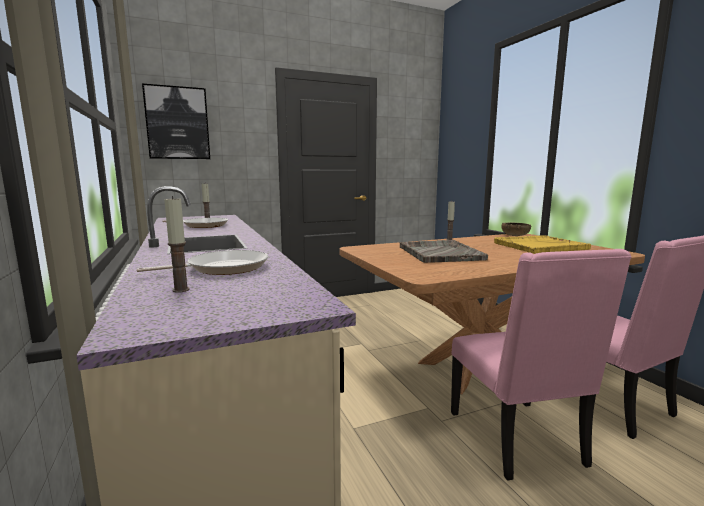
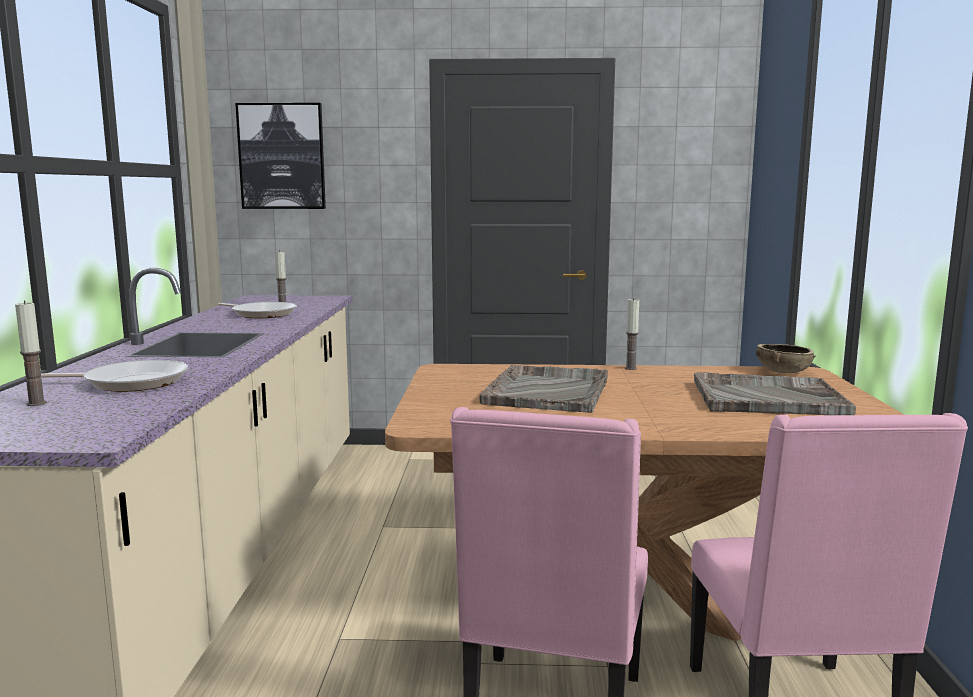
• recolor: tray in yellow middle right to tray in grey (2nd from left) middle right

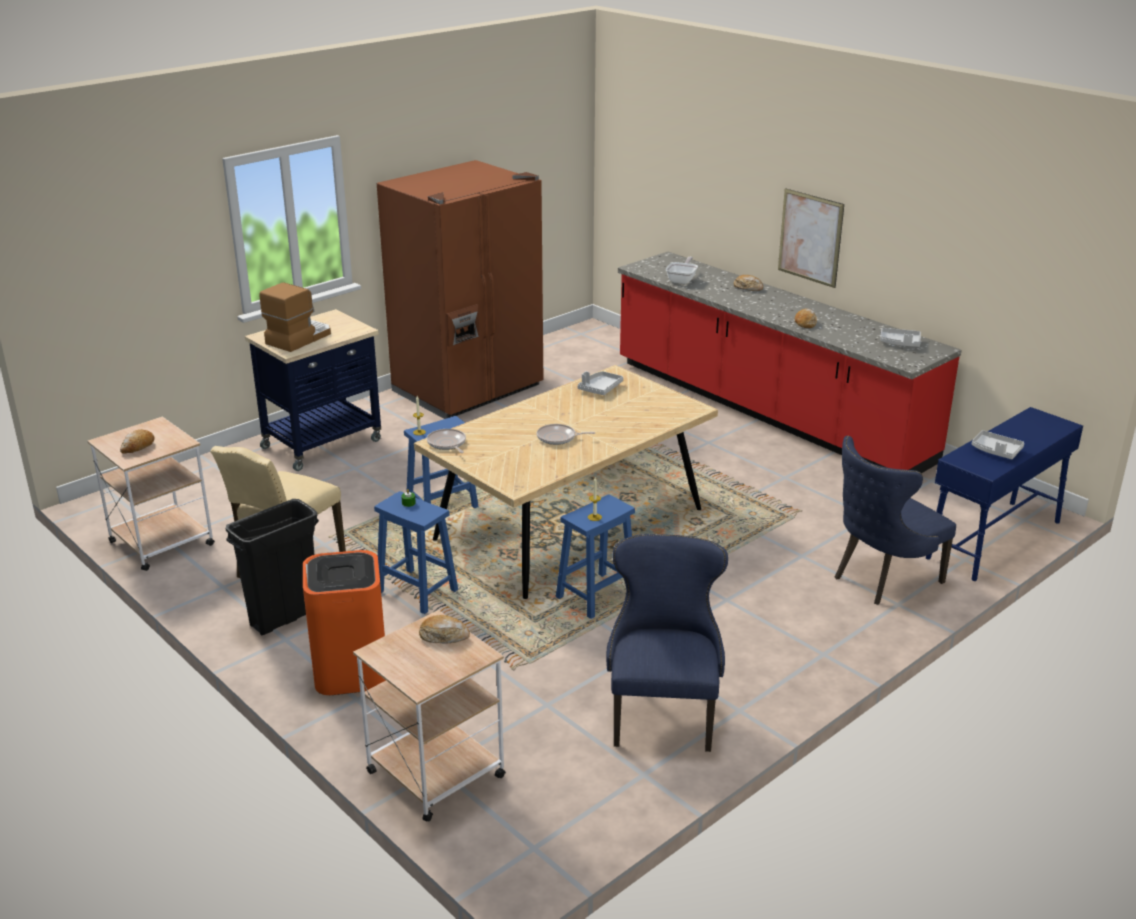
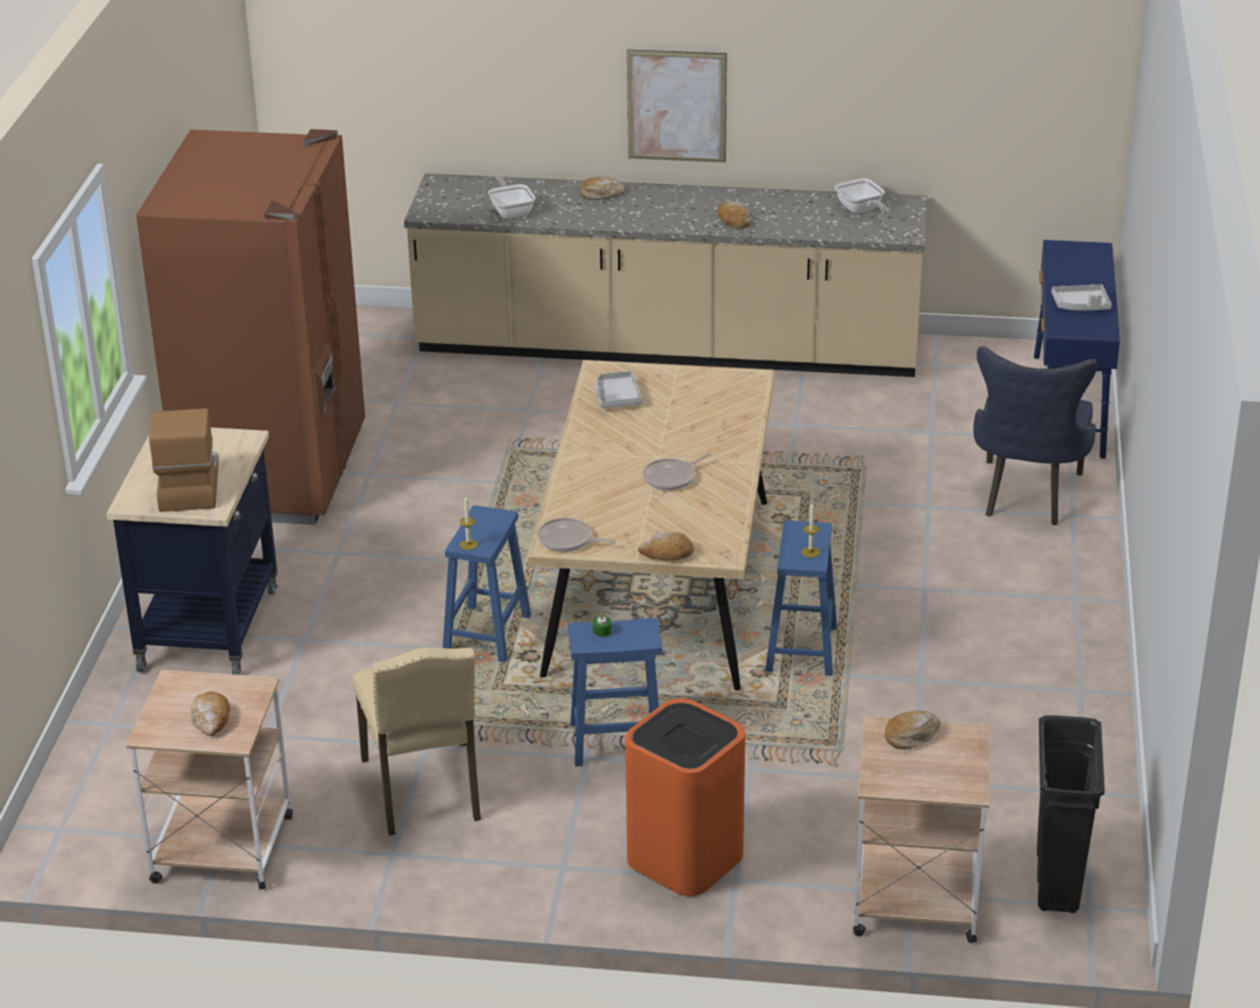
• recolor: counter in red middle right to counter in beige top centre
• insert: bread (3rd from left) centre
• replace: tray in grey (2nd from left) middle right to frying pan (4th from left) top right
• move: trash can in black middle left to bottom right
• delete: chair in blue (1st from left) bottom centre

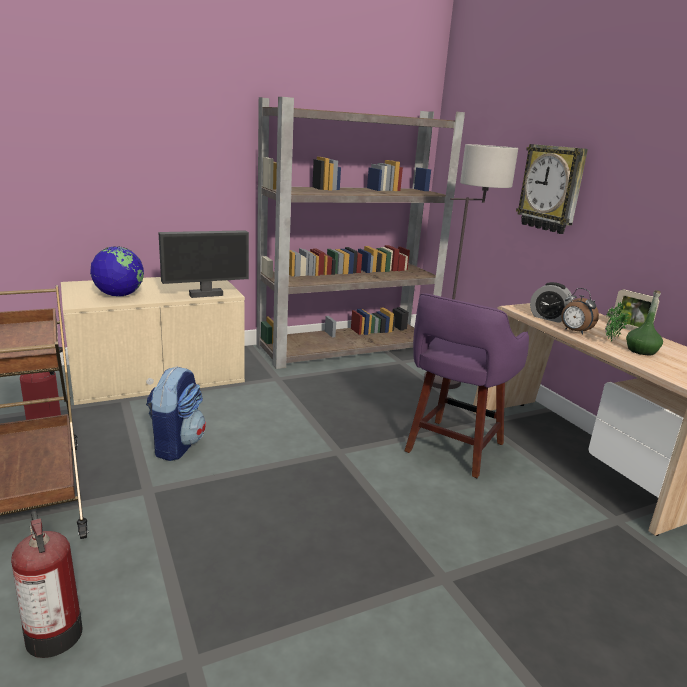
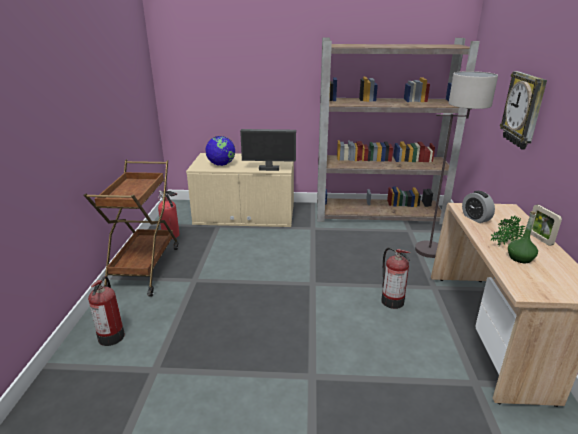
• replace: stool in purple middle right to fire extinguisher (3rd from left) middle right
• delete: backpack middle left
• delete: alarm clock (2nd from left) middle right

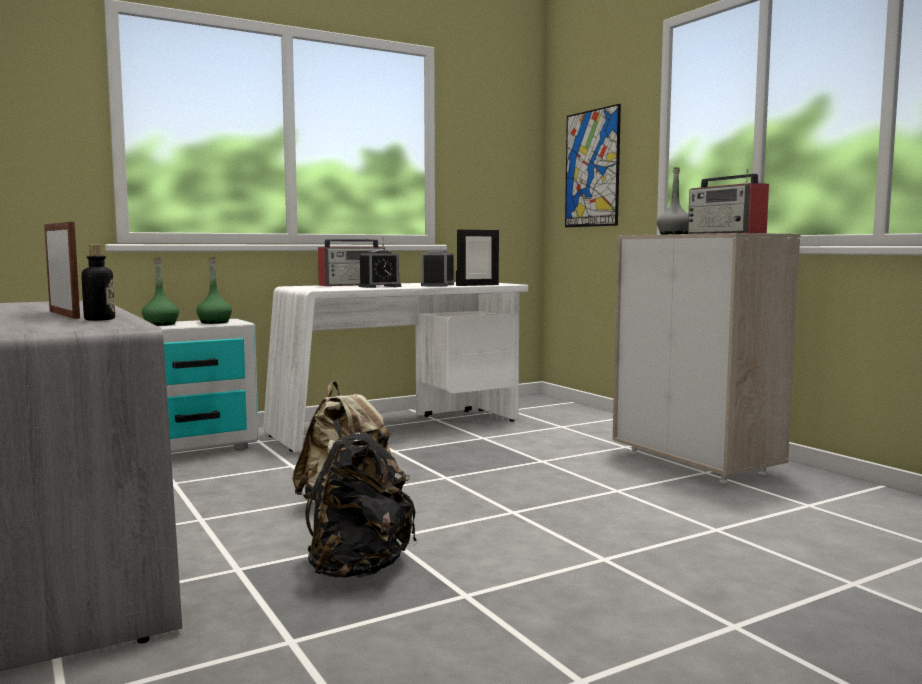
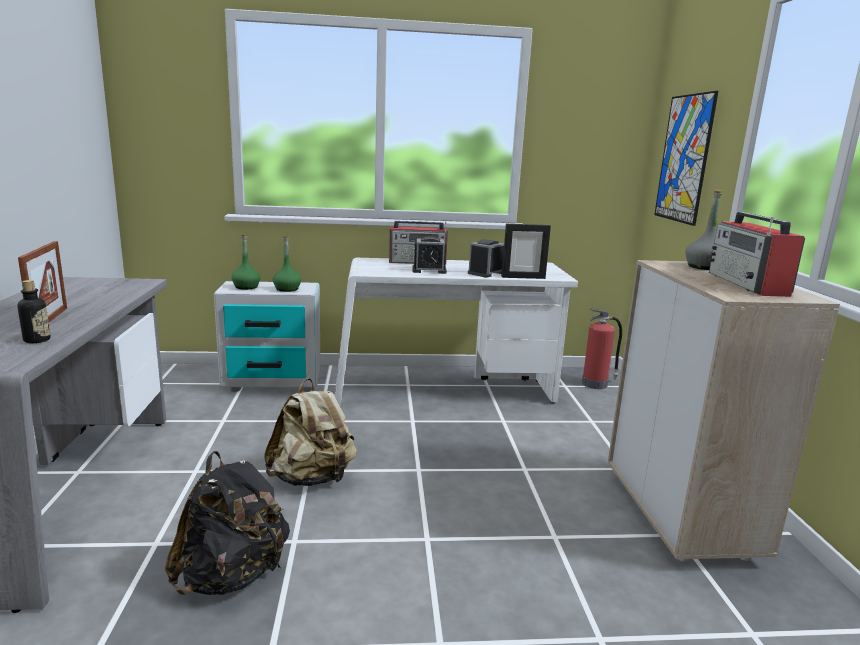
• insert: fire extinguisher middle right

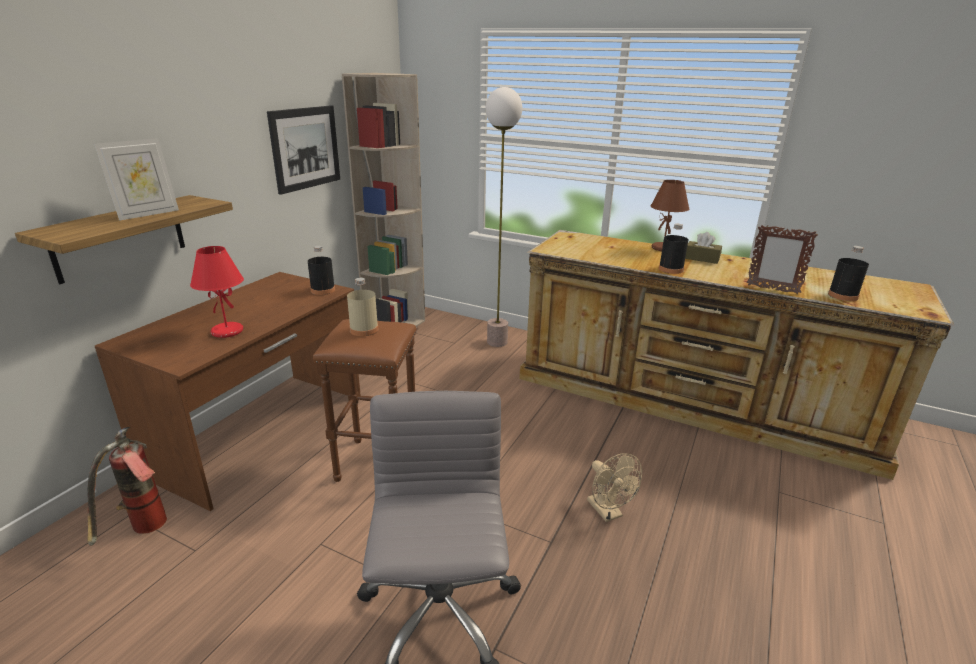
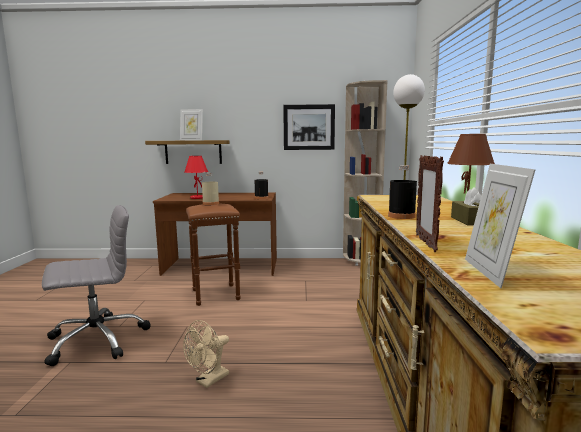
• replace: bottle in black (3rd from left) middle right to picture frame (3rd from left) middle right
• delete: fire extinguisher bottom left

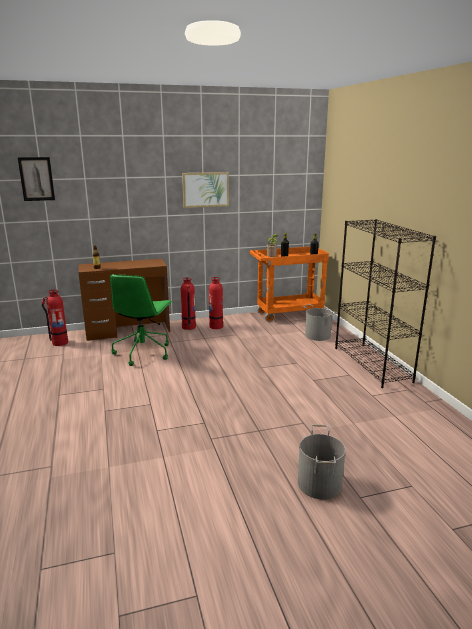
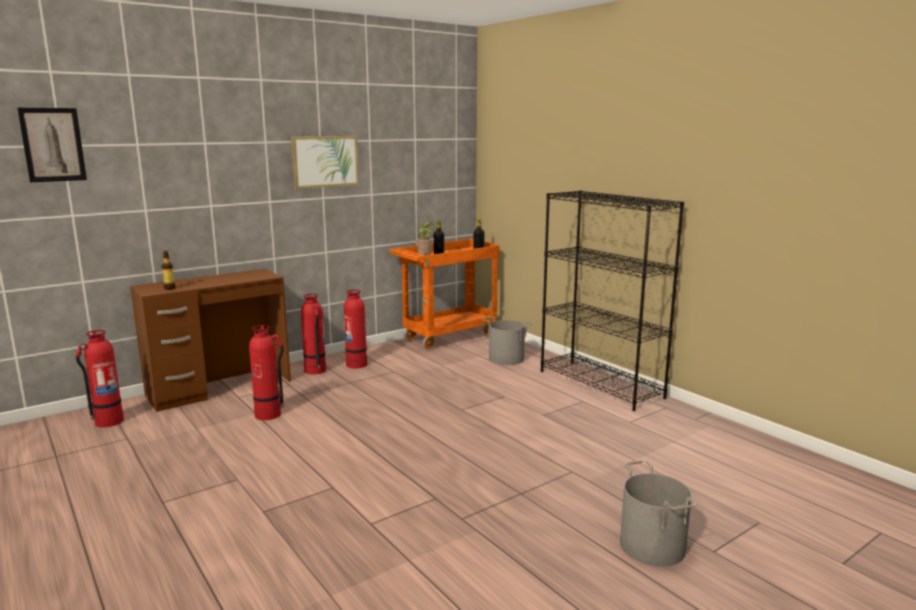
• replace: office chair in green middle left to fire extinguisher (2nd from left) middle left

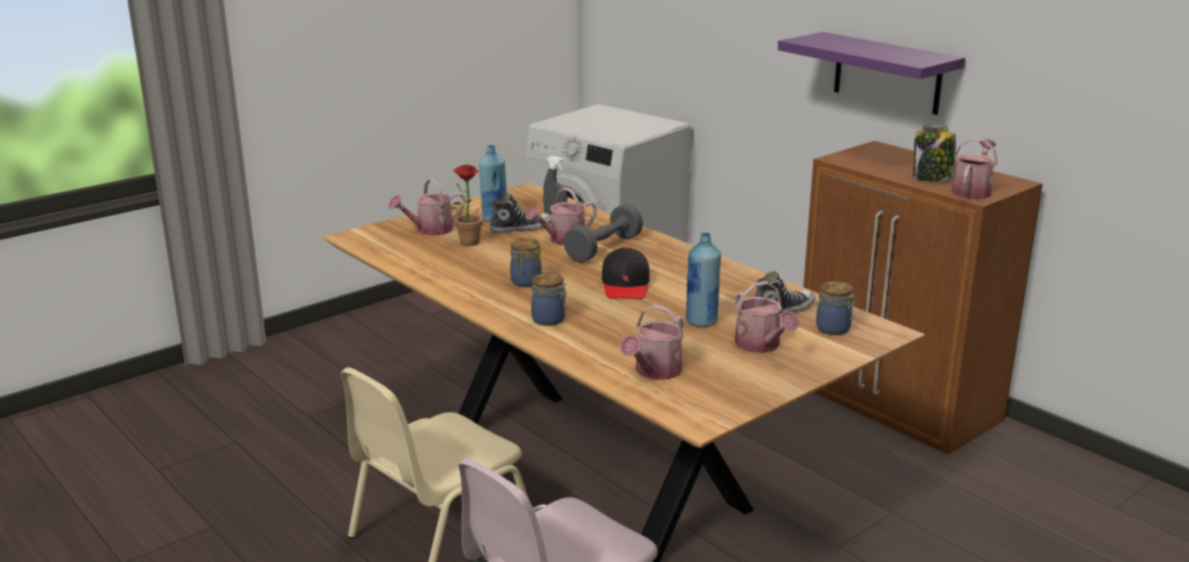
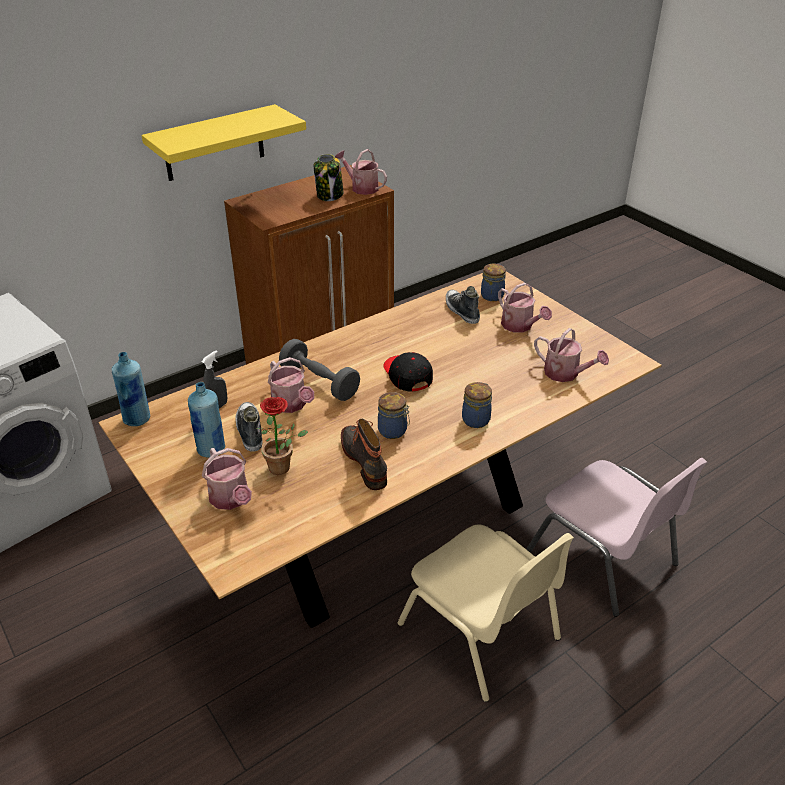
• move: bottle in blue (2nd from left in the first image) centre to bottle in blue (1st from left) middle left
• recolor: shelf in purple top right to shelf in yellow top left
• insert: boot centre
• rotate: cap in black centre = centre 120 degrees counterclockwise
• rotate: watering can (4th from left) centre = middle right 75 degrees clockwise

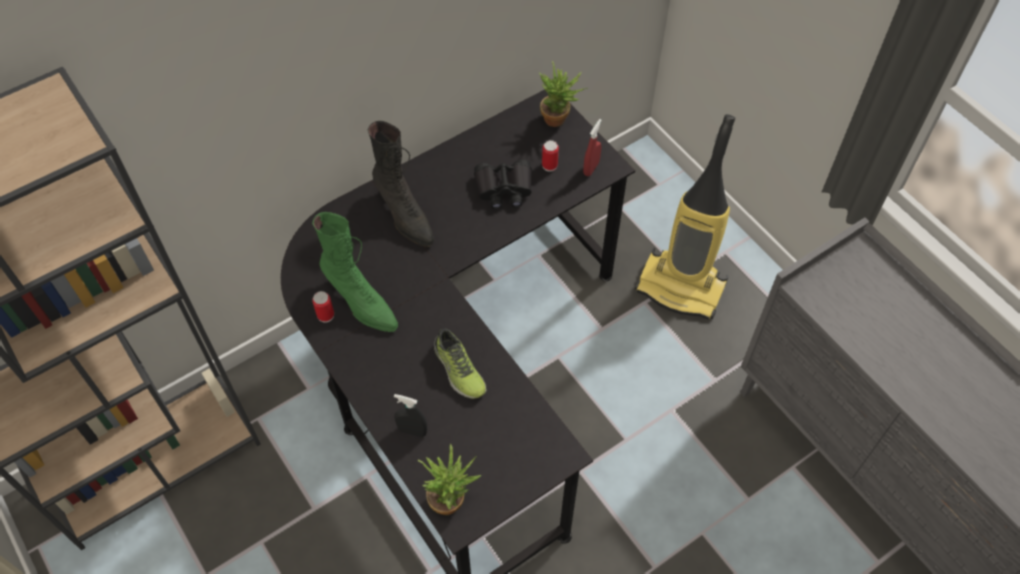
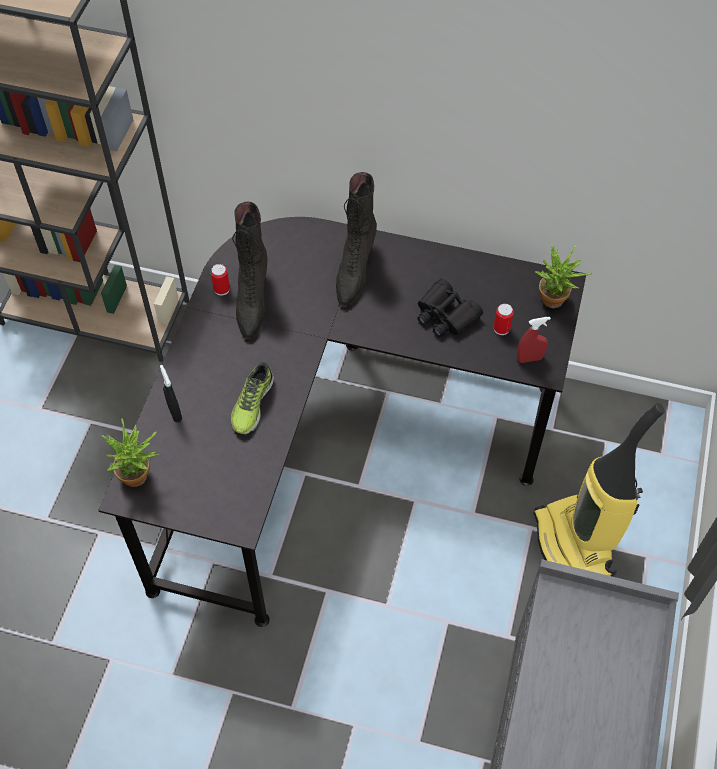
• recolor: boot in green centre to boot in black (1st from left) centre

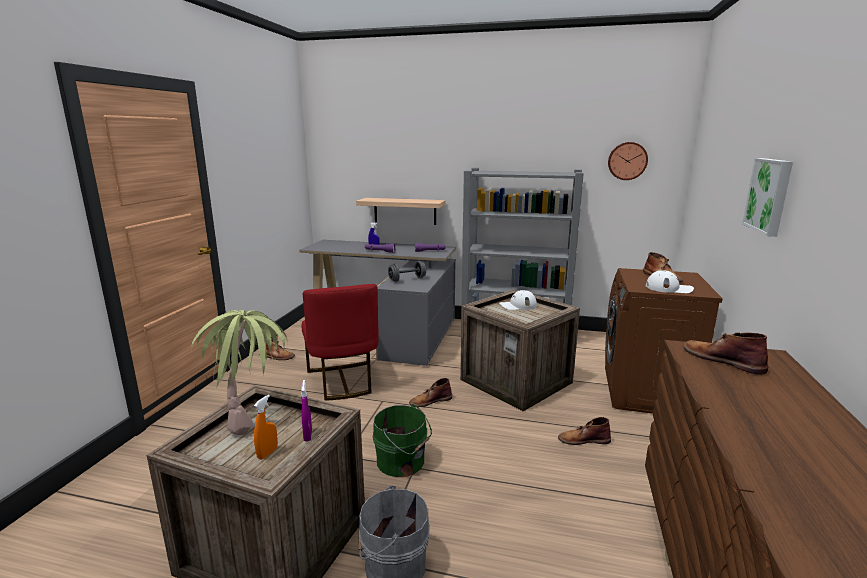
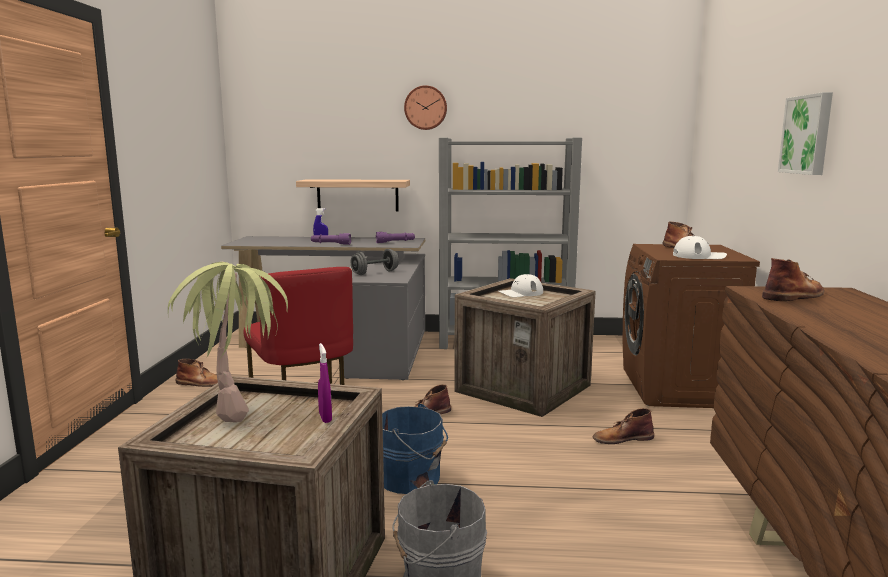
• recolor: bucket in green bottom centre to bucket in blue bottom centre
• move: wall clock top right to top centre
• rotate: boot in brown (5th from left) middle right = middle right 105 degrees clockwise
• delete: spray bottle in orange bottom left

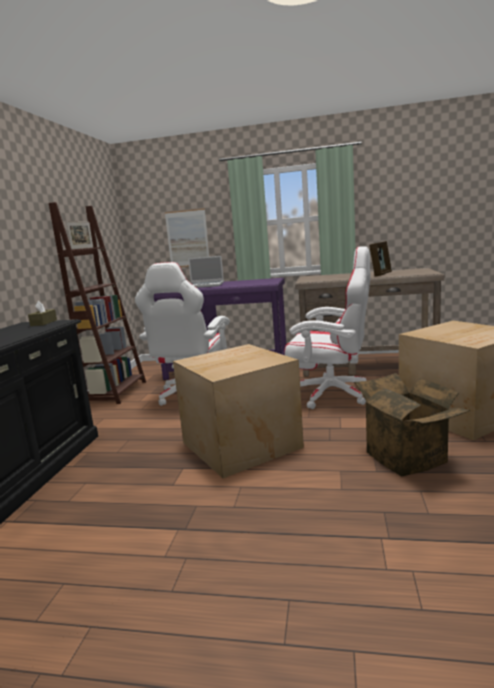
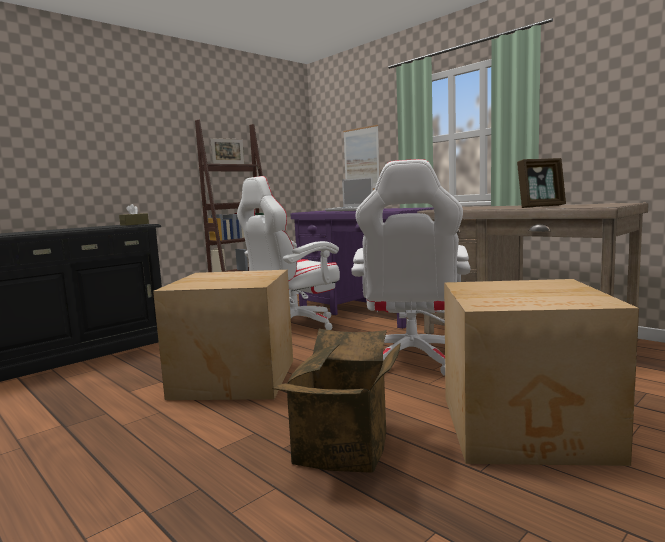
• rotate: office chair in white (2nd from left) centre = centre 45 degrees clockwise

